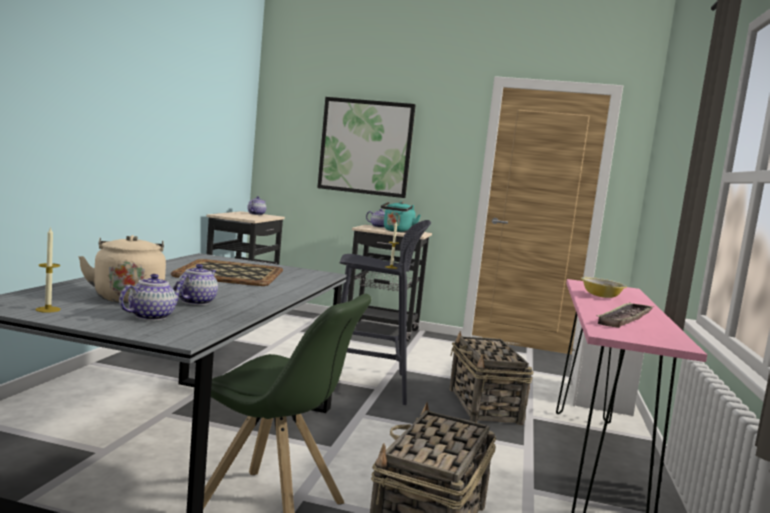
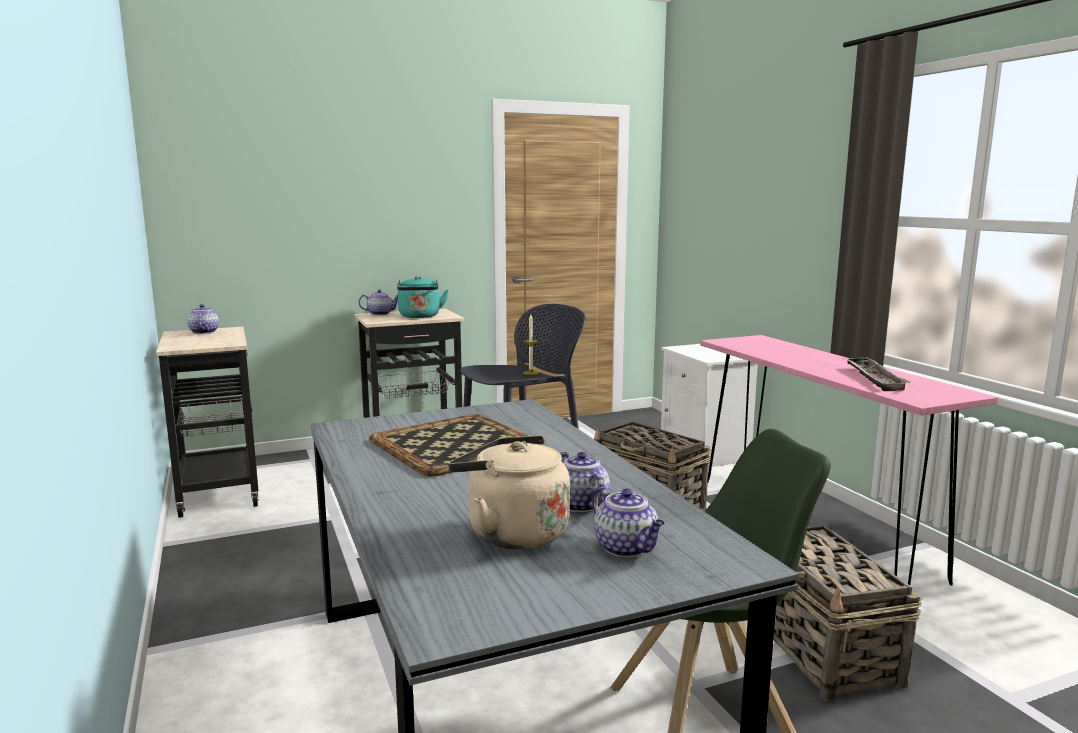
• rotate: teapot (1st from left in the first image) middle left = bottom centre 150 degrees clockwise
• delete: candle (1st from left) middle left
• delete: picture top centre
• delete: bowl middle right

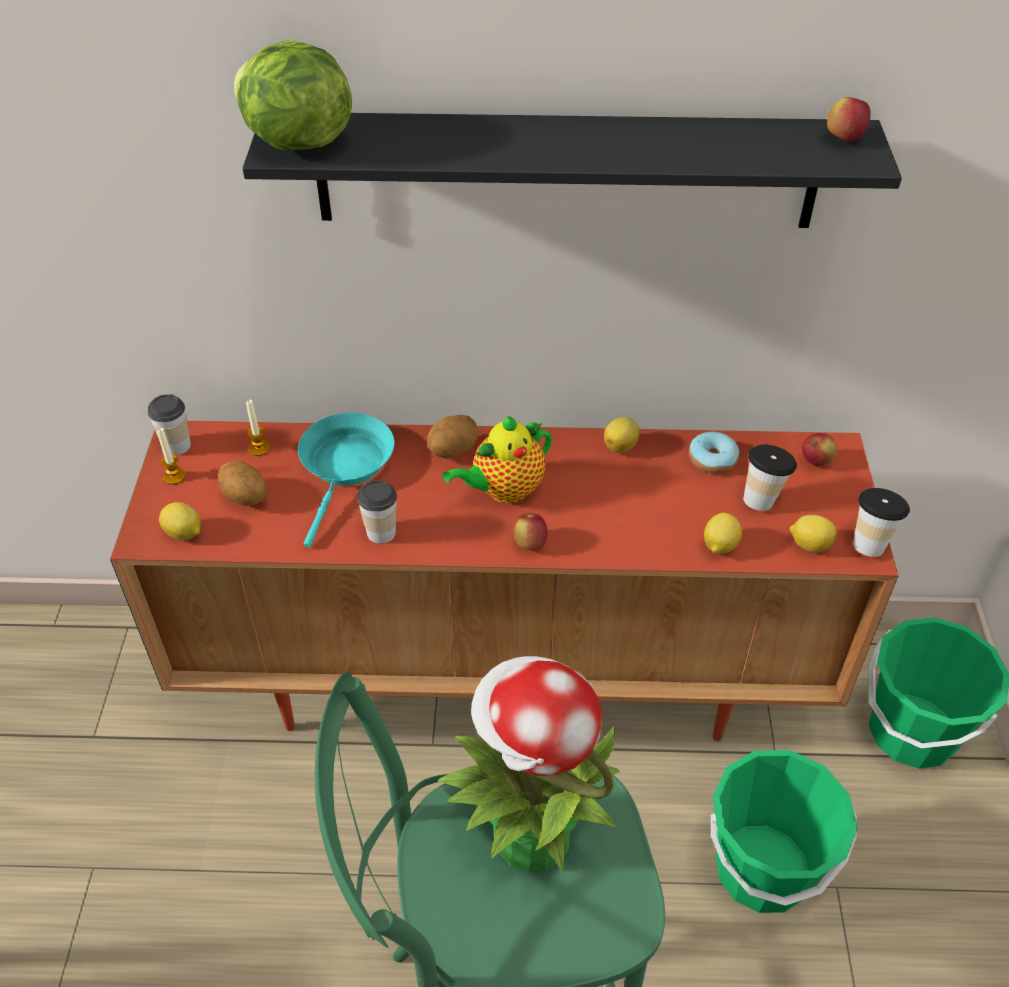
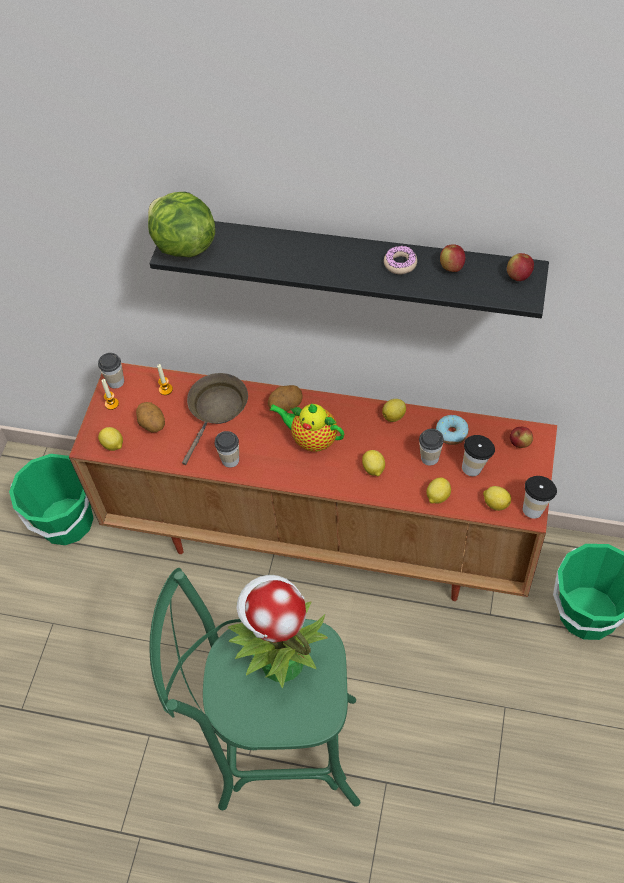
• move: bucket in green (1st from left) bottom right to middle left
• recolor: frying pan in turquoise centre to frying pan in brown centre
• rotate: teapot centre = centre 45 degrees clockwise
• insert: lemon (2nd from left) centre
• insert: donut (1st from left) top centre
• insert: cup (3rd from left) middle right
• move: apple (1st from left) centre to top right

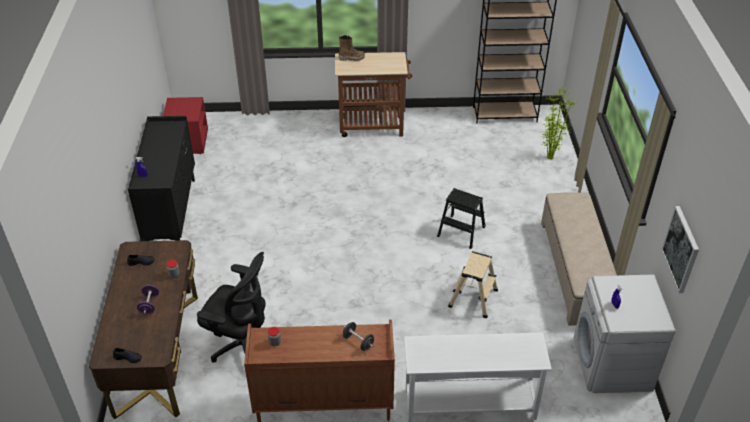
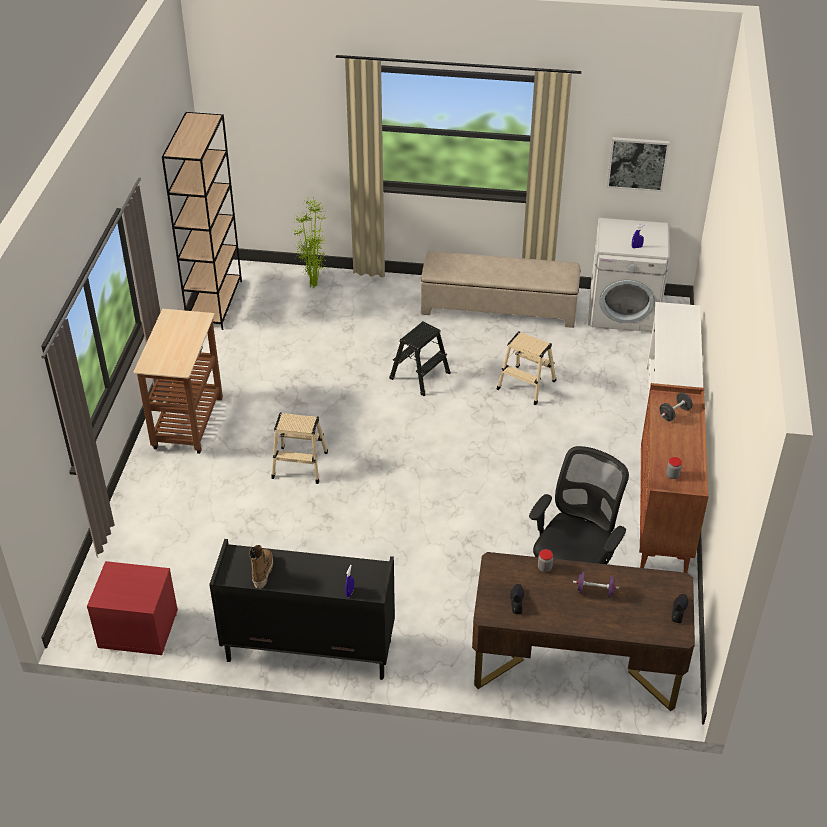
• move: boot top centre to bottom left
• insert: step ladder in beige (1st from left) centre

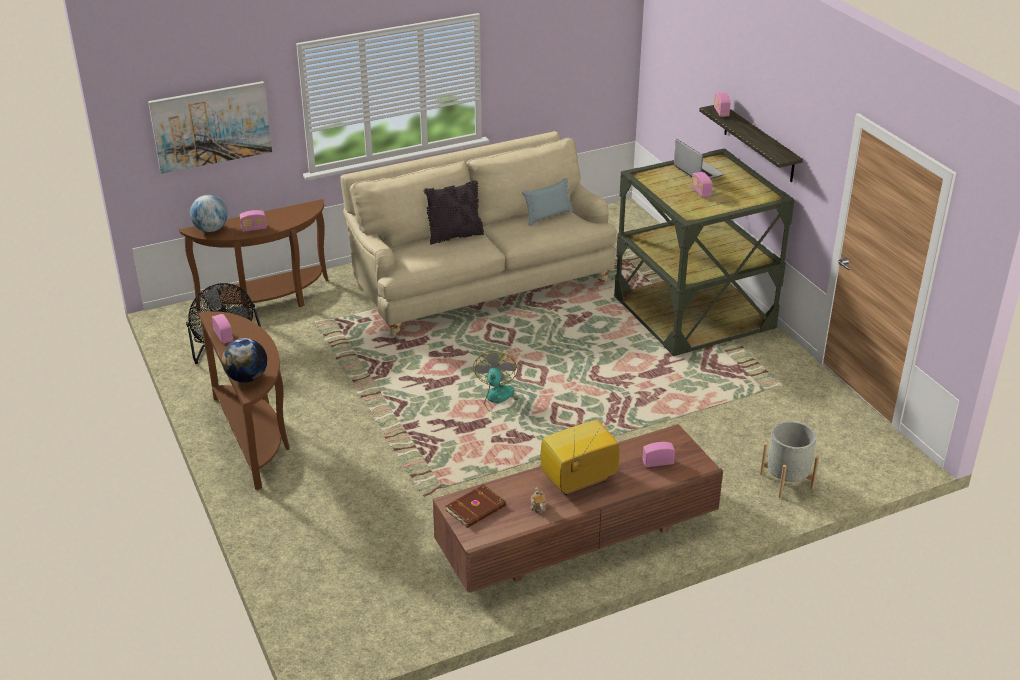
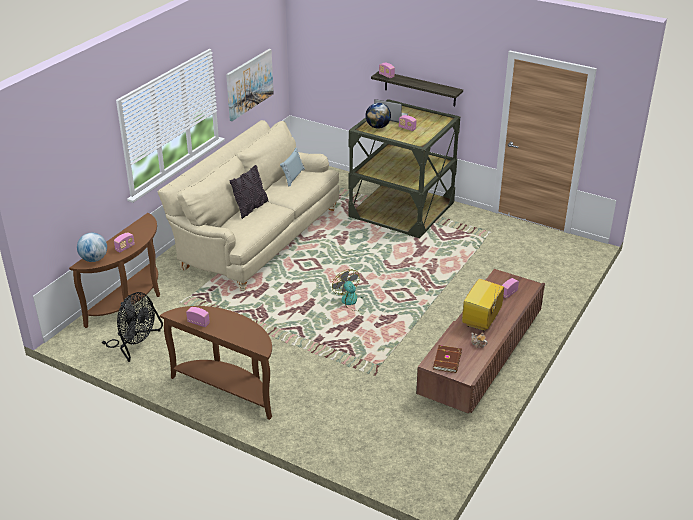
• move: picture top left to top centre
• move: globe (2nd from left) middle left to top centre
• delete: planter in grey bottom right

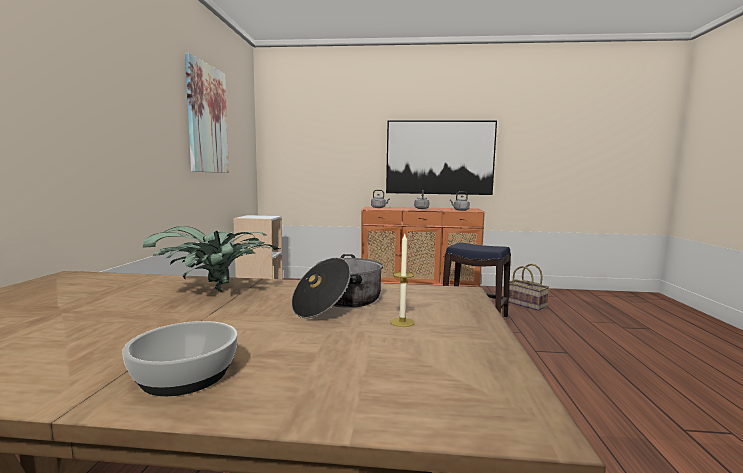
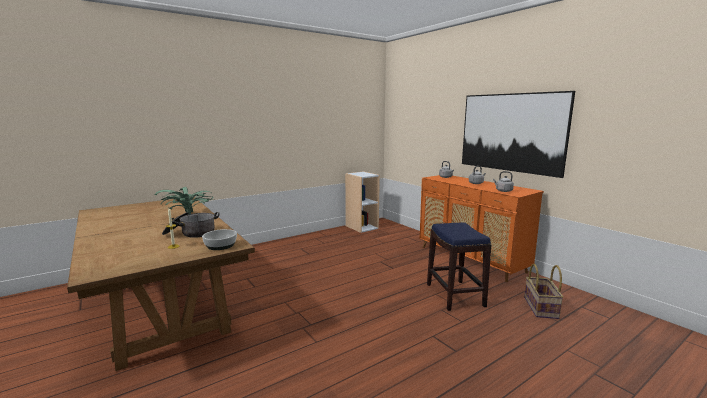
• move: bowl bottom left to middle left
• delete: picture (1st from left) top left

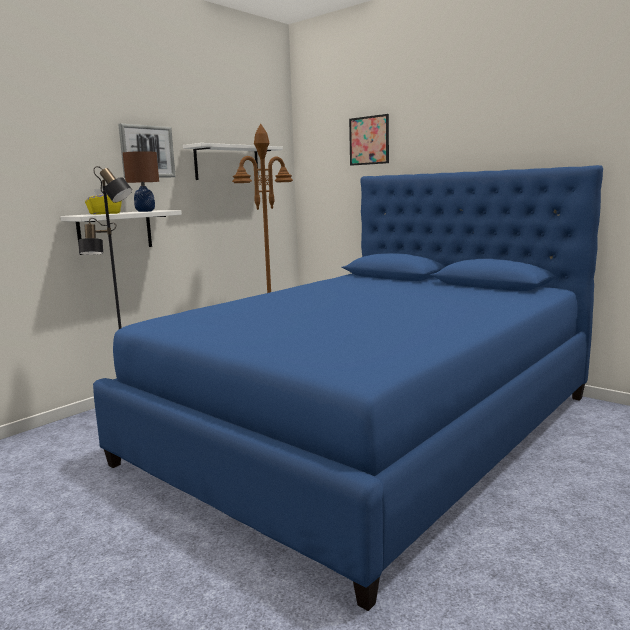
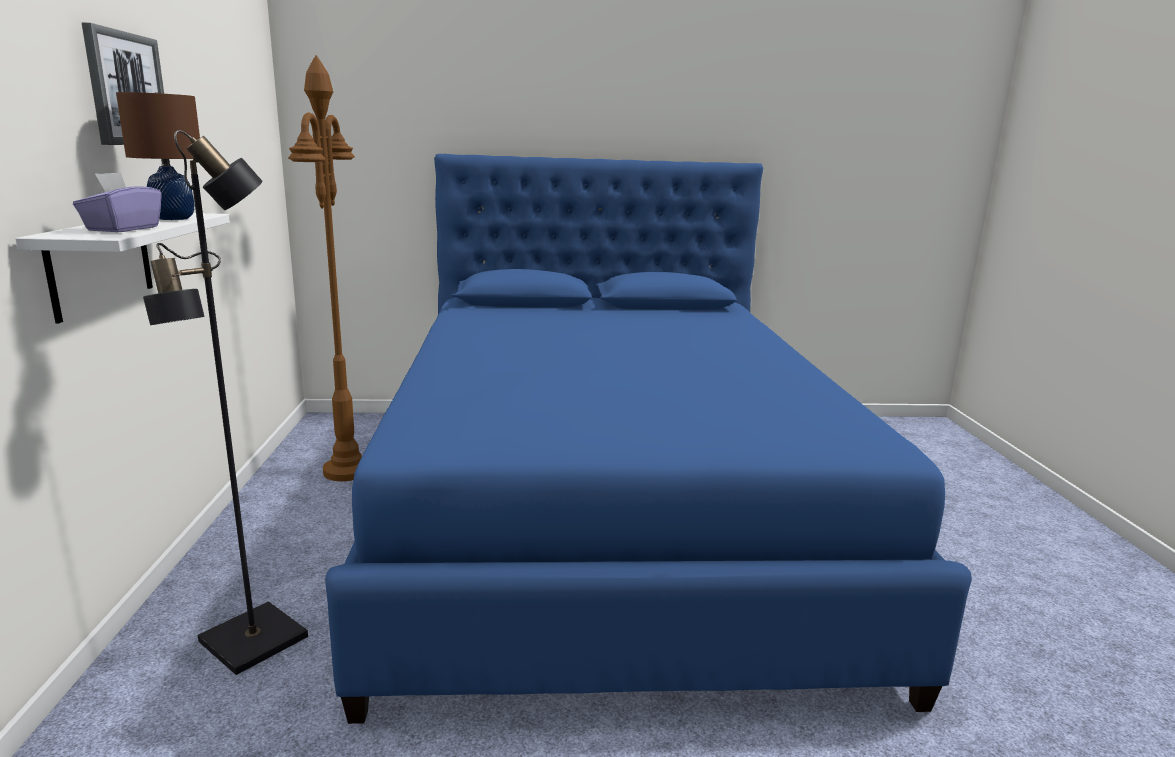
• recolor: tissue box in yellow top left to tissue box in purple top left
• delete: shelf in white (2nd from left) top centre
• delete: picture (2nd from left) top centre

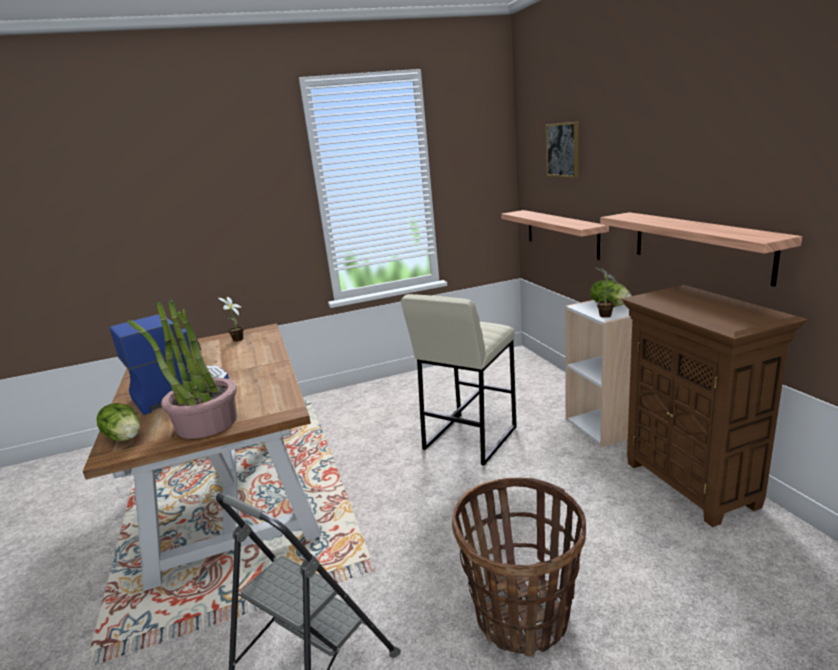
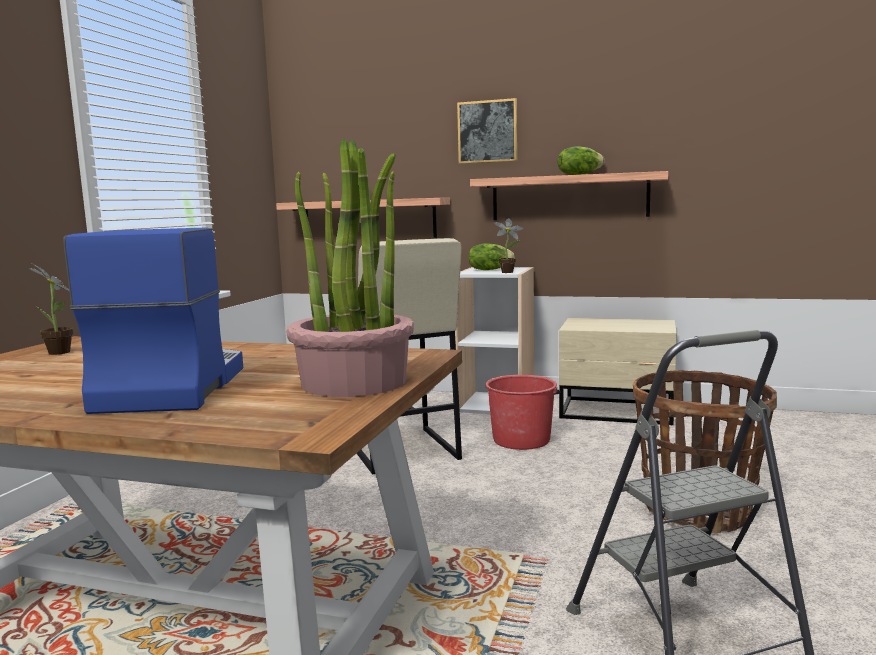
• move: picture top right to top centre
• insert: bucket in red centre
• move: lettuce (1st from left in the first image) middle left to lettuce (2nd from left) top centre
• replace: cabinet in brown middle right to nightstand in beige middle right

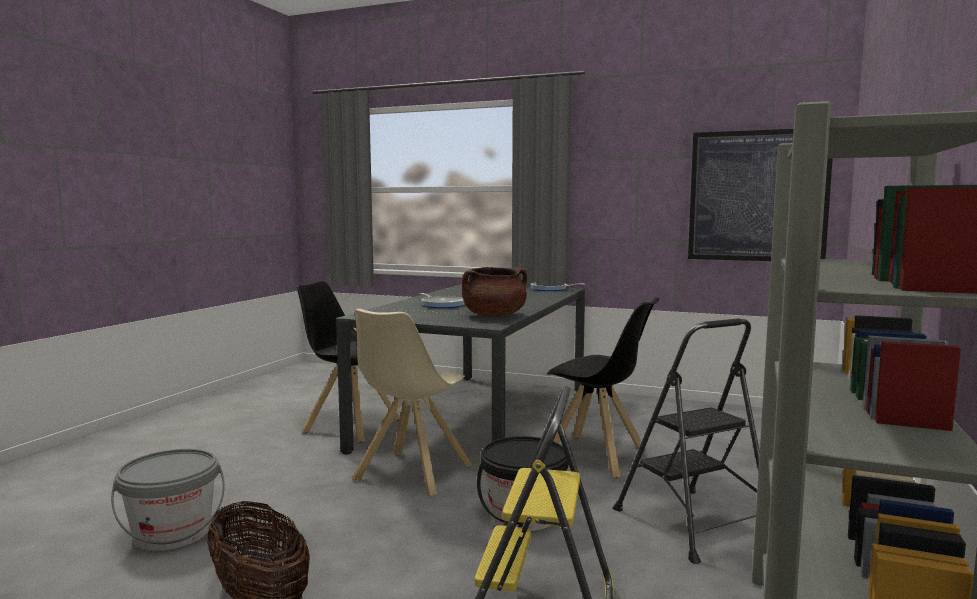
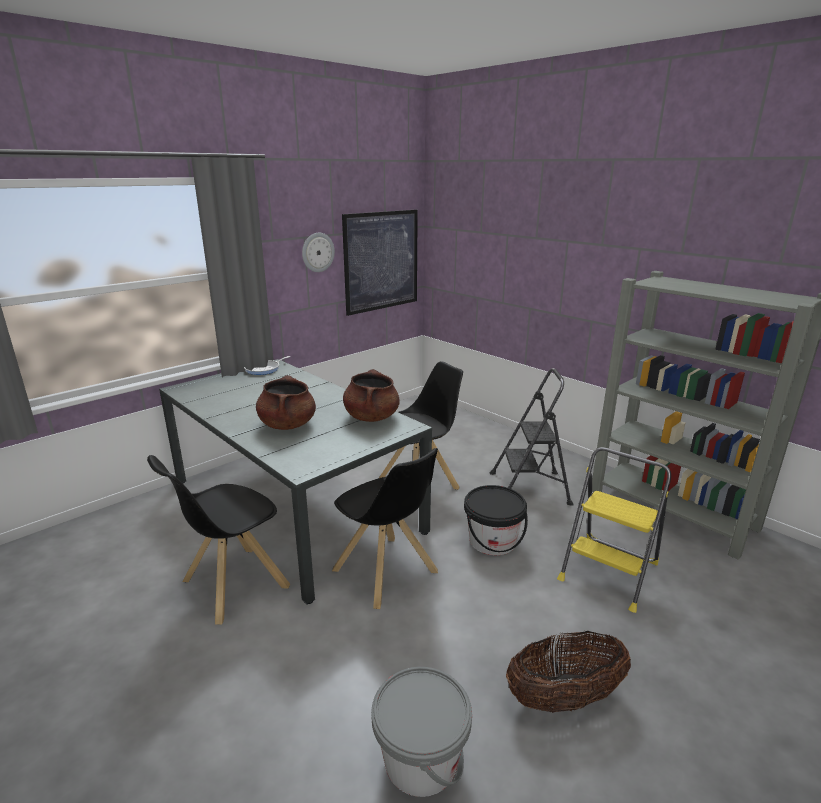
• replace: frying pan (1st from left) centre to cooking pot in brown (1st from left) centre
• insert: wall clock top centre
• recolor: chair in beige bottom centre to chair in black (2nd from left) centre

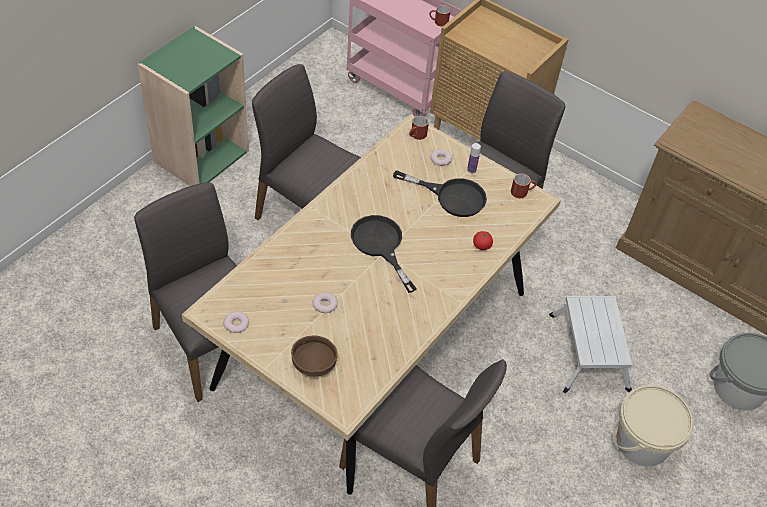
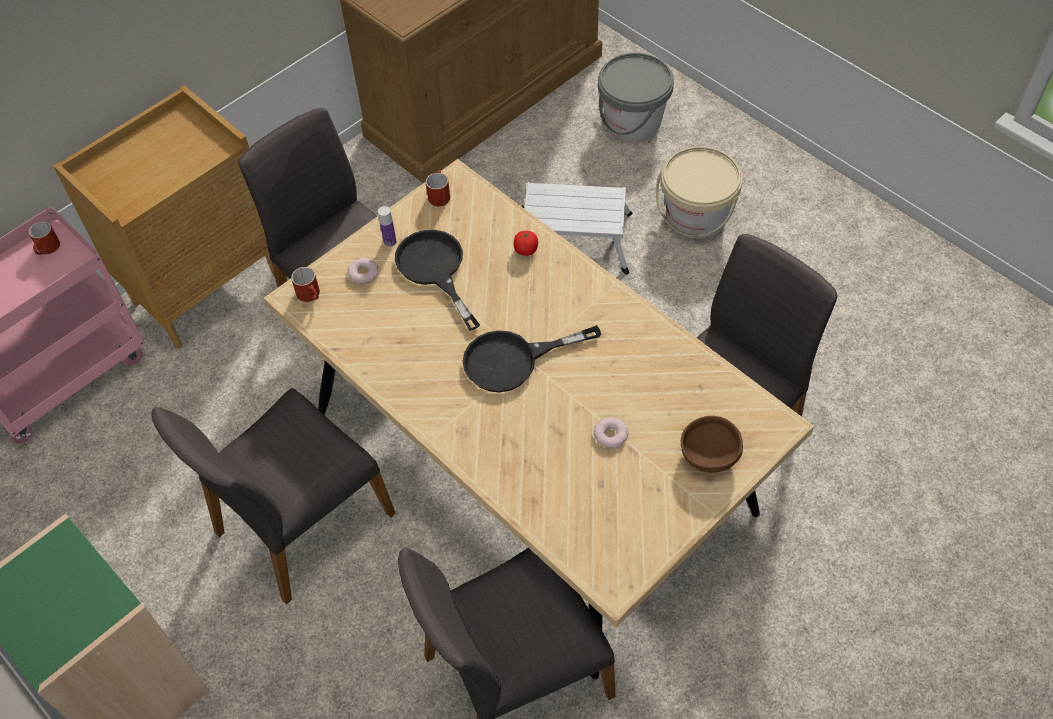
• rotate: frying pan in black (2nd from left in the first image) centre = centre 60 degrees counterclockwise
• delete: donut (1st from left) middle left

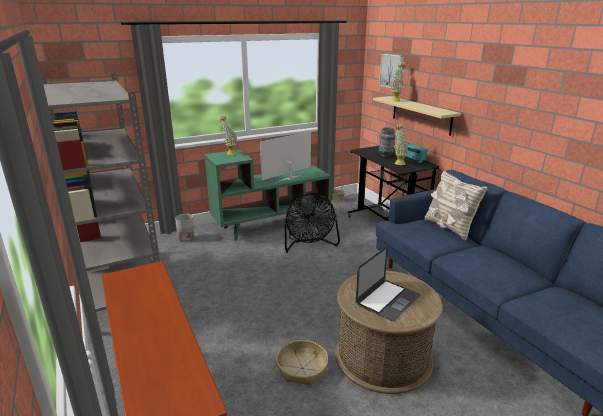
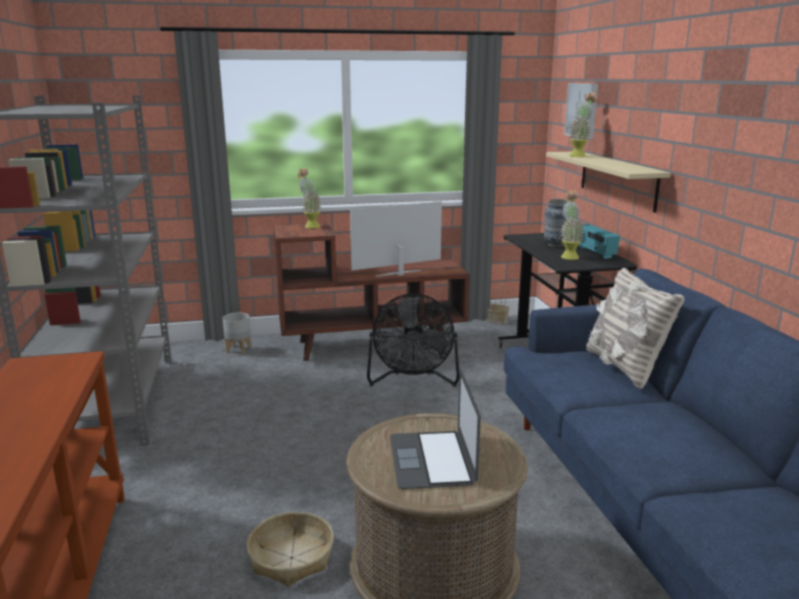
• recolor: tv stand in green centre to tv stand in brown centre
• rotate: laptop bottom centre = bottom centre 120 degrees clockwise

